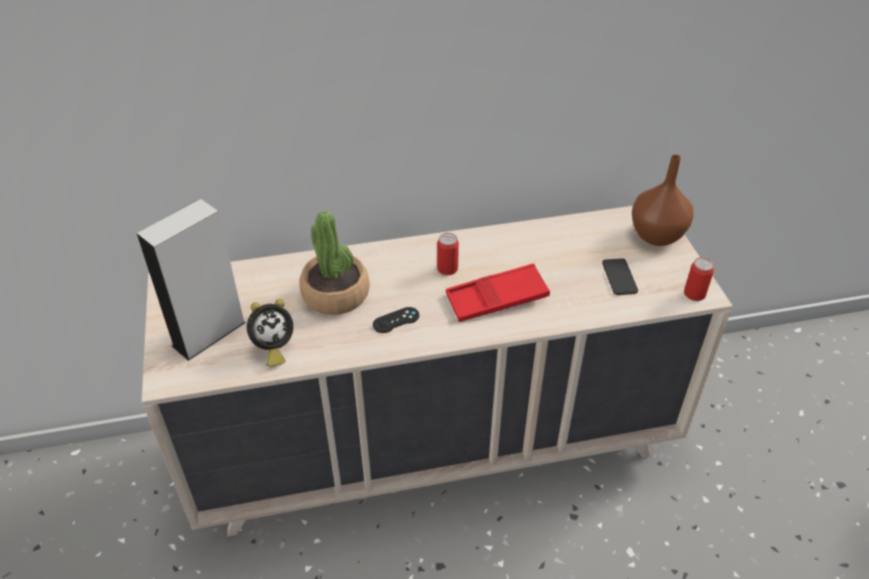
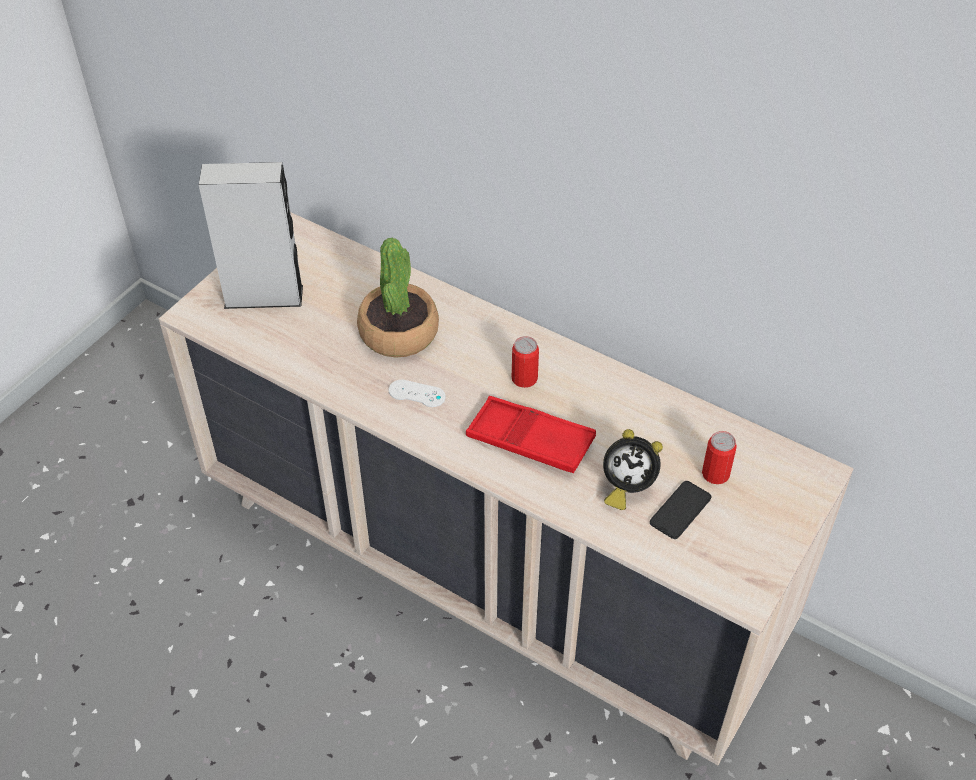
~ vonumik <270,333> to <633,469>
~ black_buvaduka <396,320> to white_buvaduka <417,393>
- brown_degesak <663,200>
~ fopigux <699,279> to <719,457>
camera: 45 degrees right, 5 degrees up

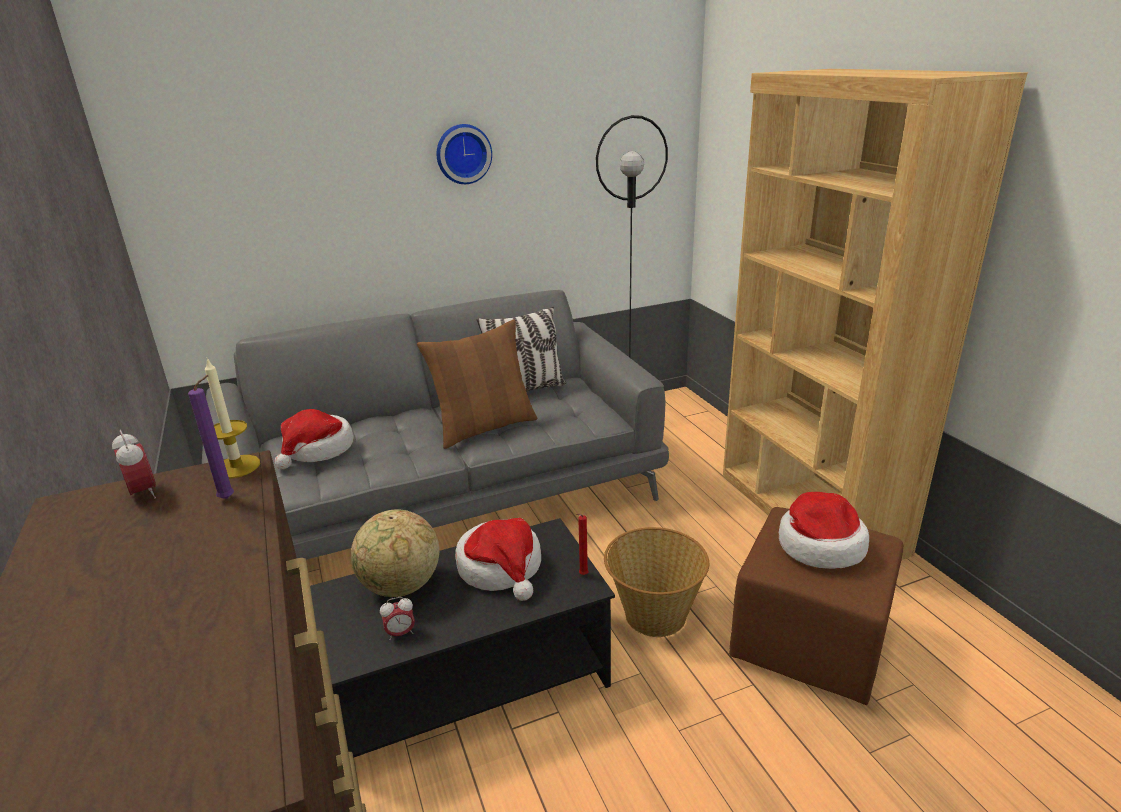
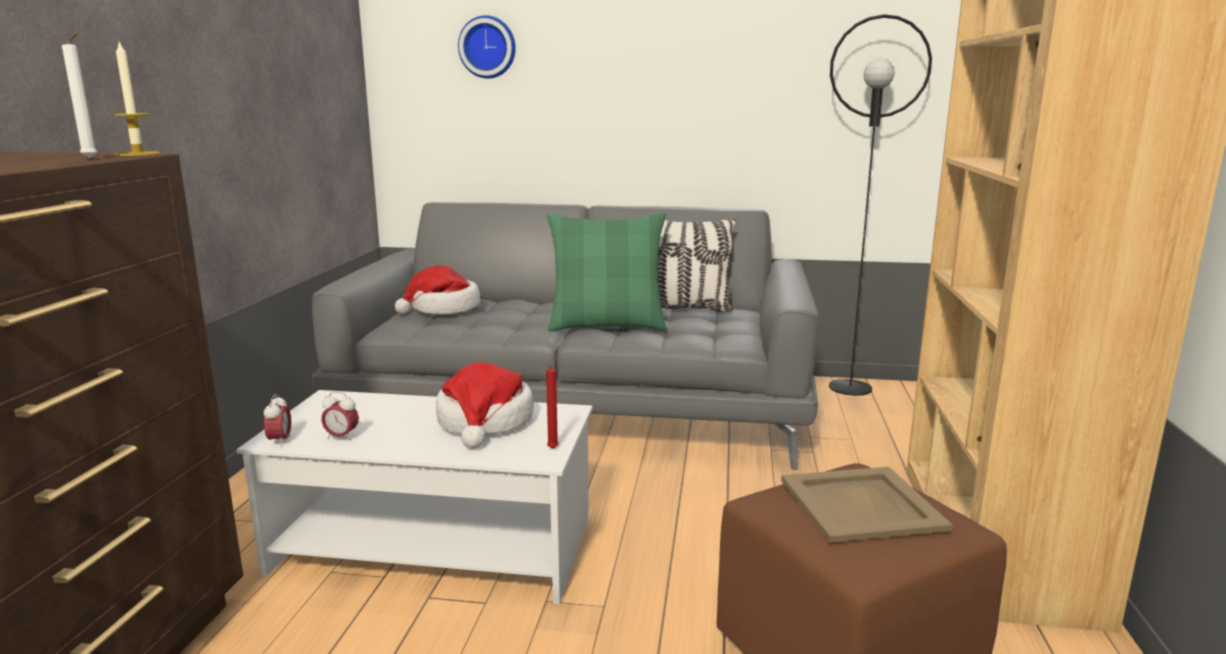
~ vonumik <134,464> to <277,420>
~ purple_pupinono <211,437> to white_pupinono <79,95>
~ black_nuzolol <462,638> to white_nuzolol <415,497>
- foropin <395,553>
~ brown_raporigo <477,384> to green_raporigo <607,272>
~ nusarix <464,154> to <487,47>
- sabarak <656,582>
~ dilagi <824,530> to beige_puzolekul <867,505>
camera: 30 degrees right, 10 degrees down

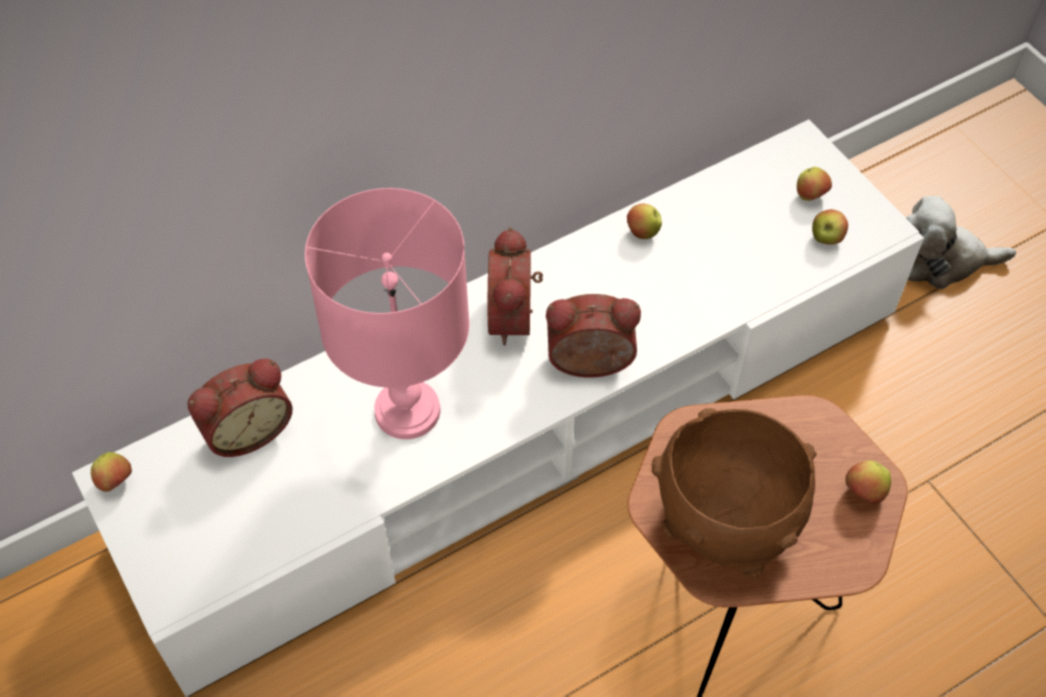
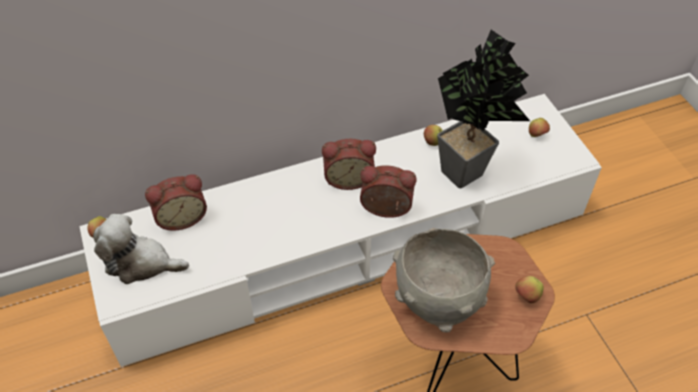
- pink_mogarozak <387,313>
~ vonumik <515,286> = <349,164> 105 degrees counterclockwise
~ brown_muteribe <734,493> to grey_muteribe <444,280>
- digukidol <830,227>
~ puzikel <961,242> to <141,249>
+ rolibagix <483,109>
camera: 10 degrees right, 5 degrees down

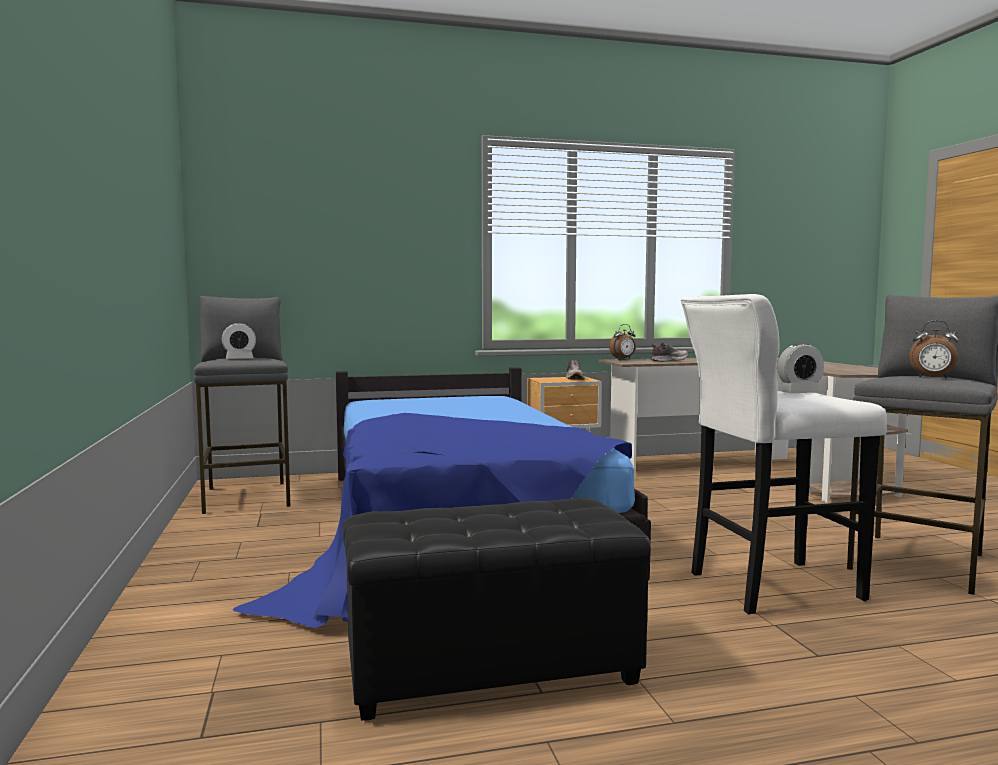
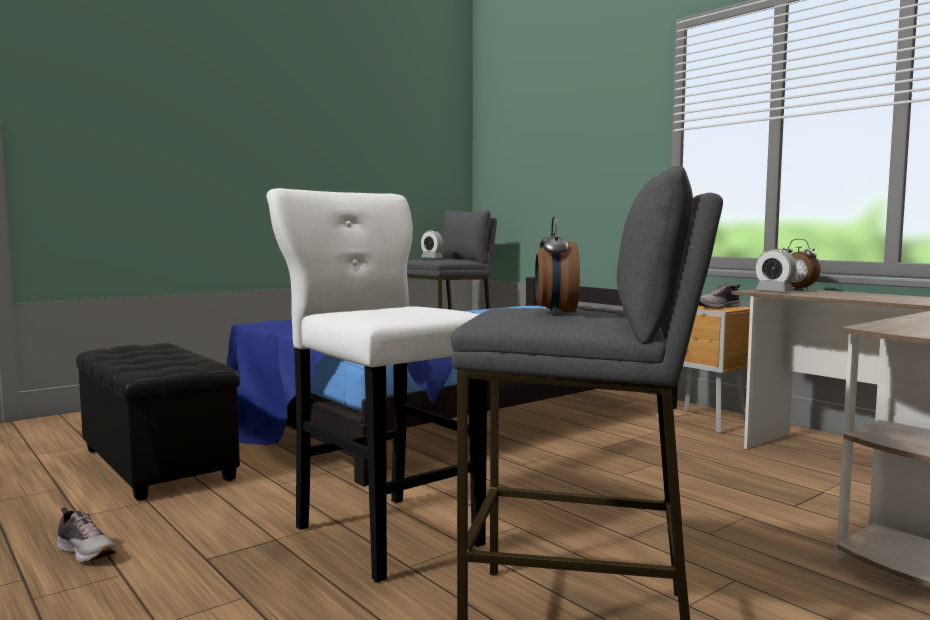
~ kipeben <669,352> to <87,535>
~ vonumik <800,368> to <775,270>
camera: 65 degrees right, 0 degrees up

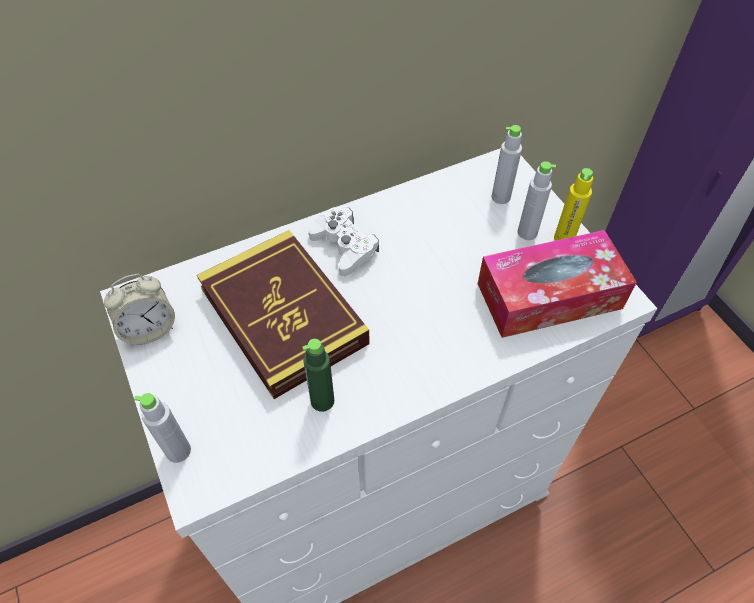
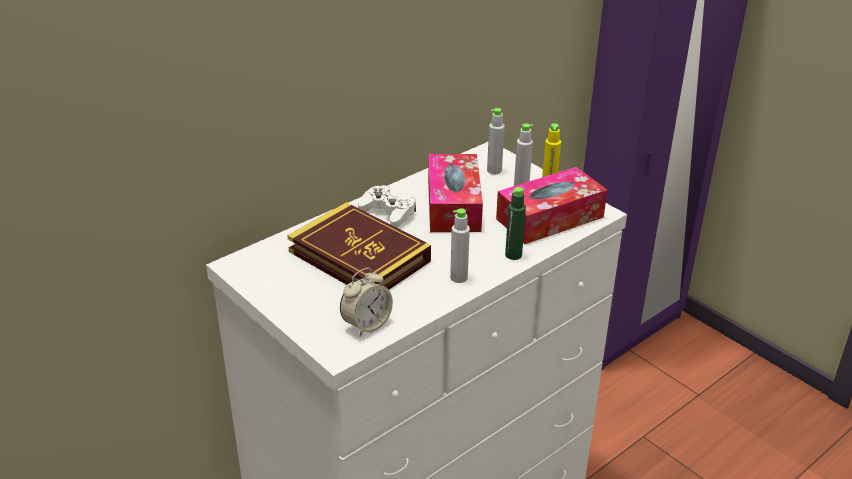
~ vonumik <139,310> to <366,302>
~ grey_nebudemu <162,428> to <460,245>
~ green_nebudemu <318,375> to <515,223>
+ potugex <455,193>
camera: 15 degrees left, 20 degrees down

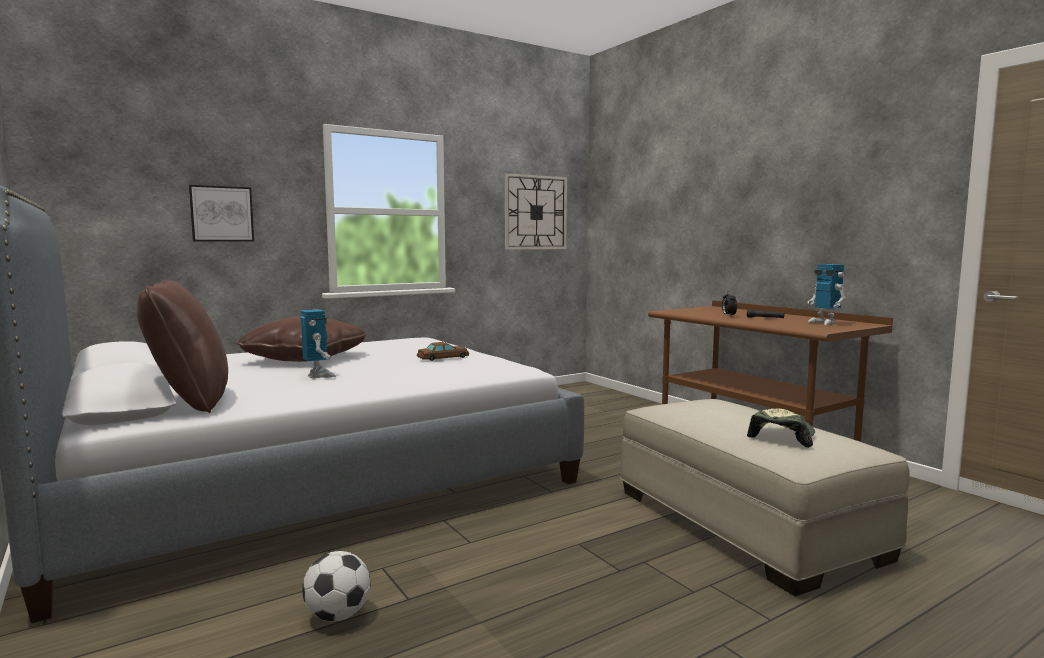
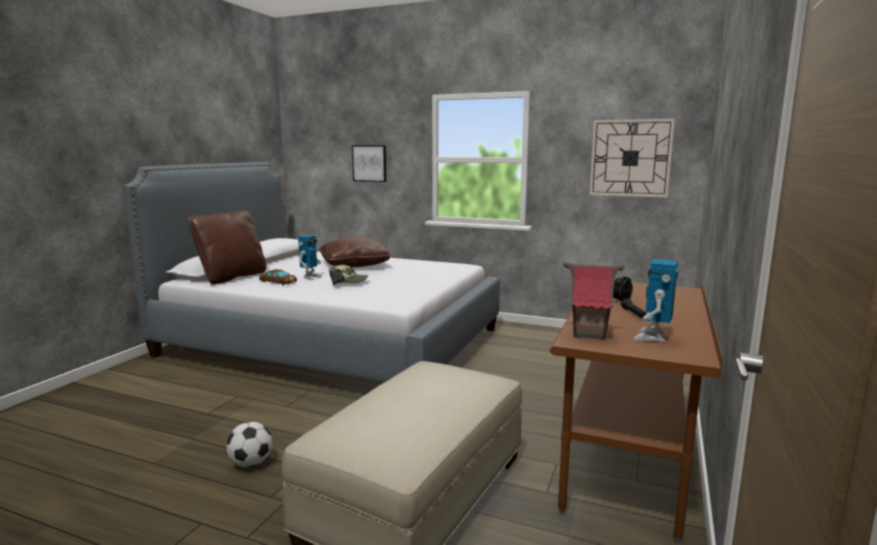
~ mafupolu <336,586> to <249,444>
~ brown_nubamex <443,351> to <278,277>
~ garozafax <781,428> to <349,275>
+ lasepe <594,301>
camera: 55 degrees right, 5 degrees up

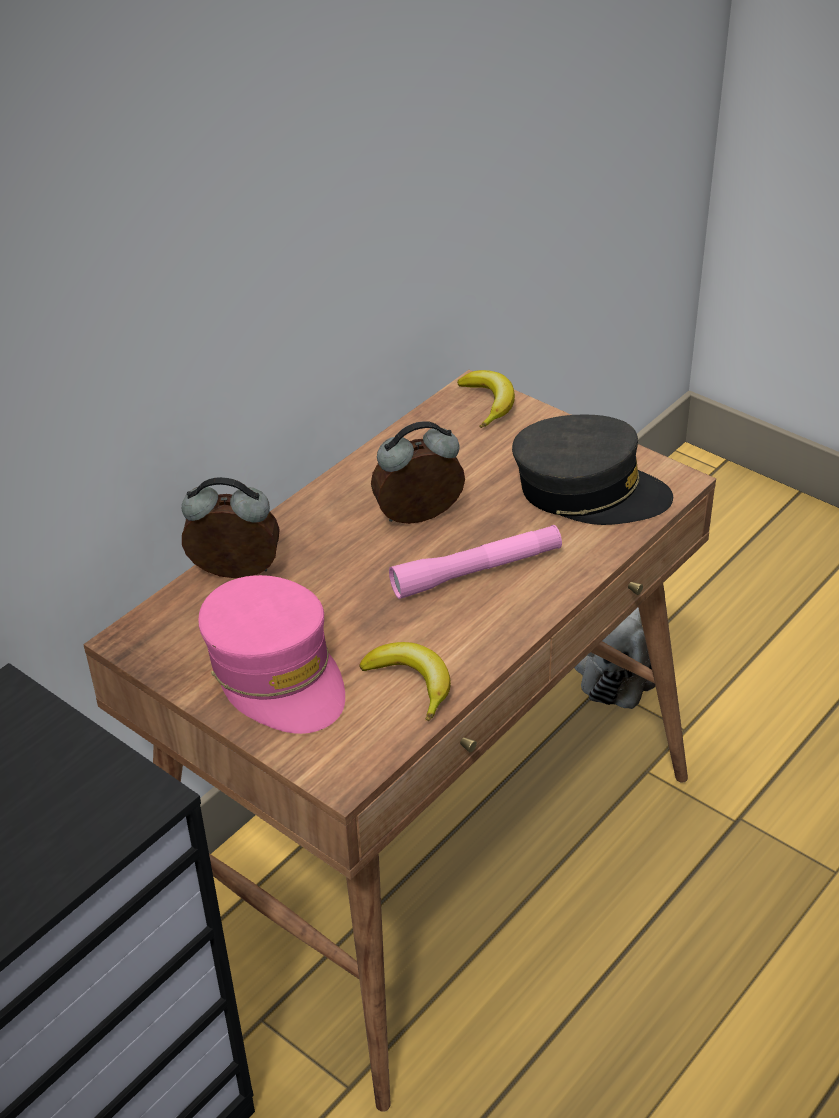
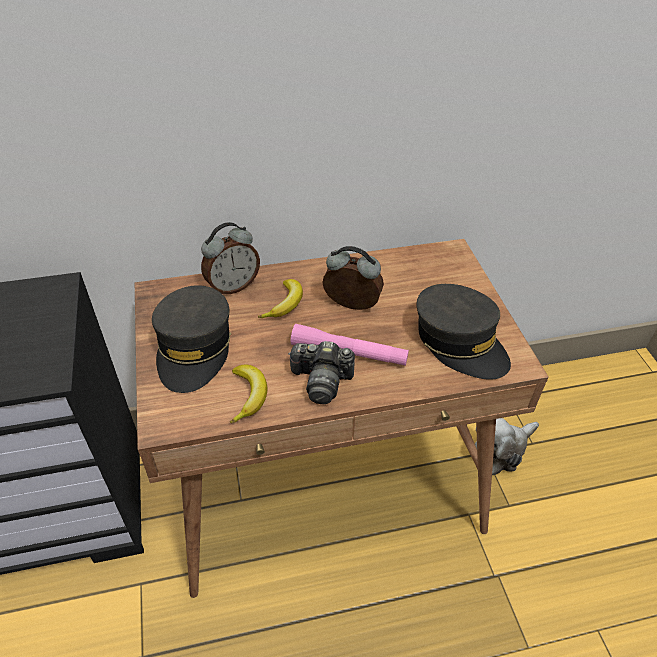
~ vonumik <231,527> = <230,258> 105 degrees clockwise
~ pink_garozafax <271,654> to grey_garozafax <191,339>
~ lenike <486,399> to <280,298>
+ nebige <321,372>
camera: 35 degrees right, 5 degrees up

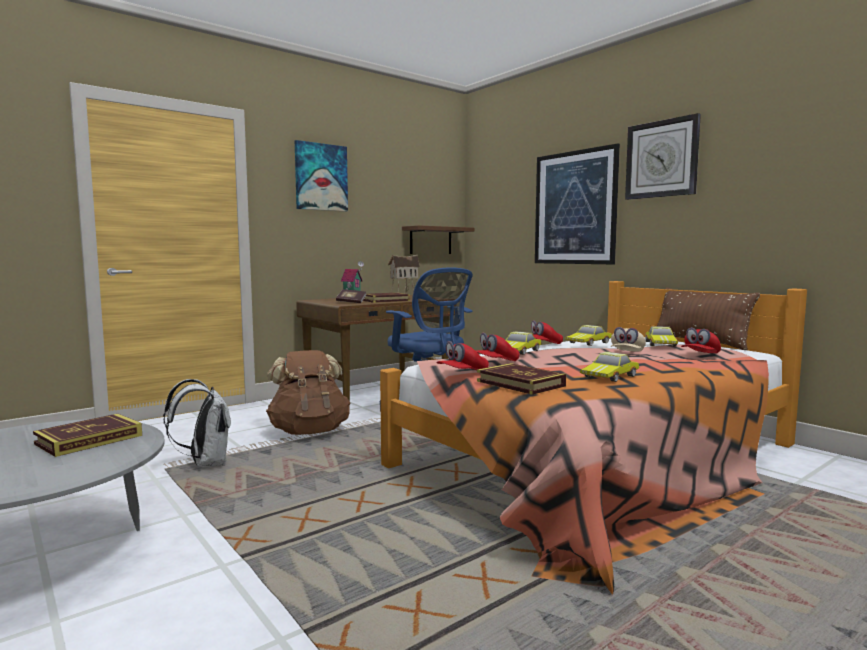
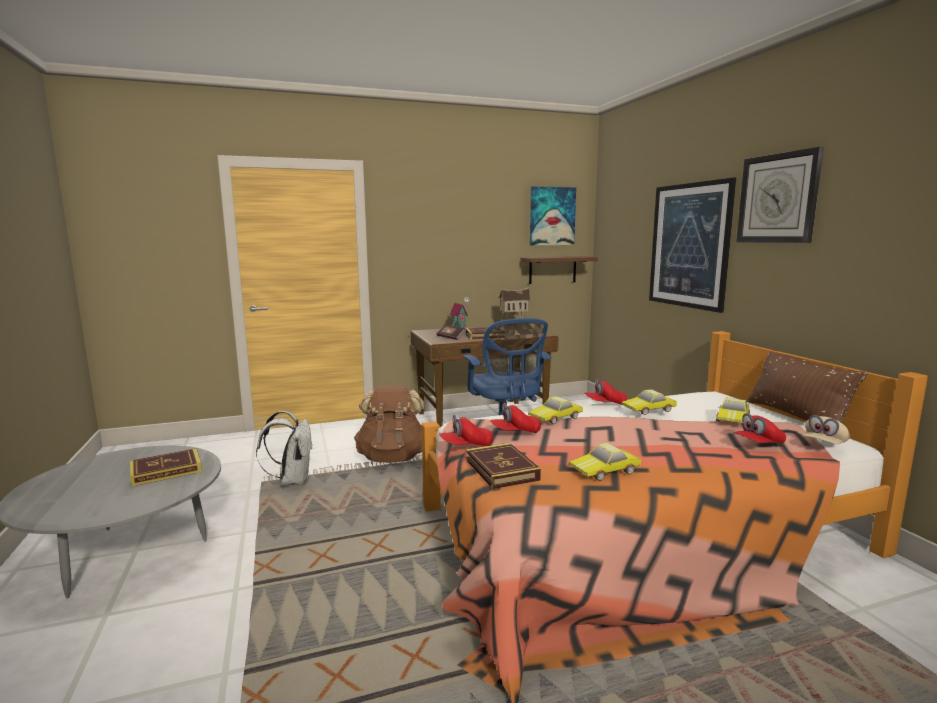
~ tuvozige <321,176> to <553,216>
~ beige_garozafax <628,339> to <826,429>
camera: 20 degrees right, 5 degrees up

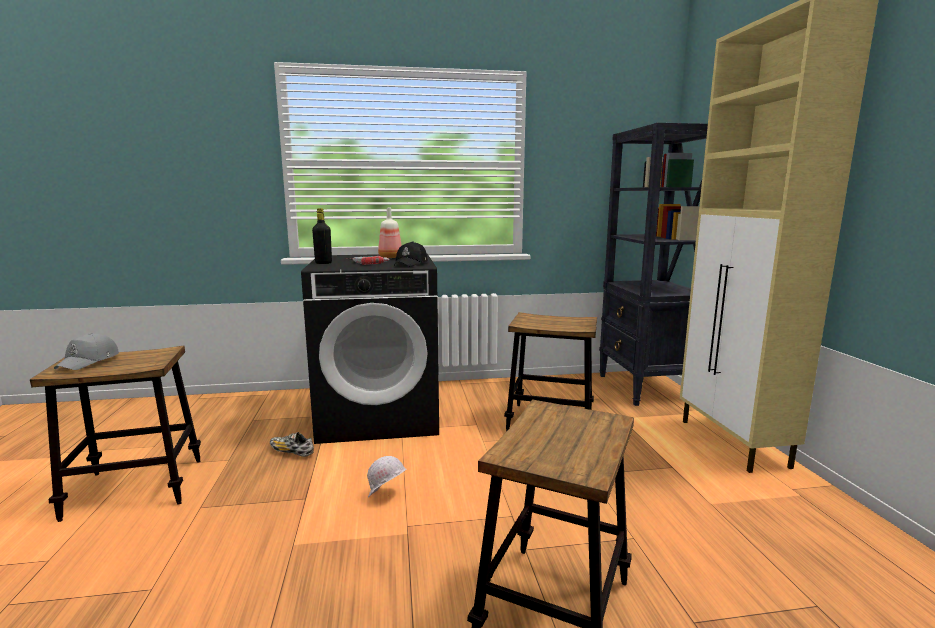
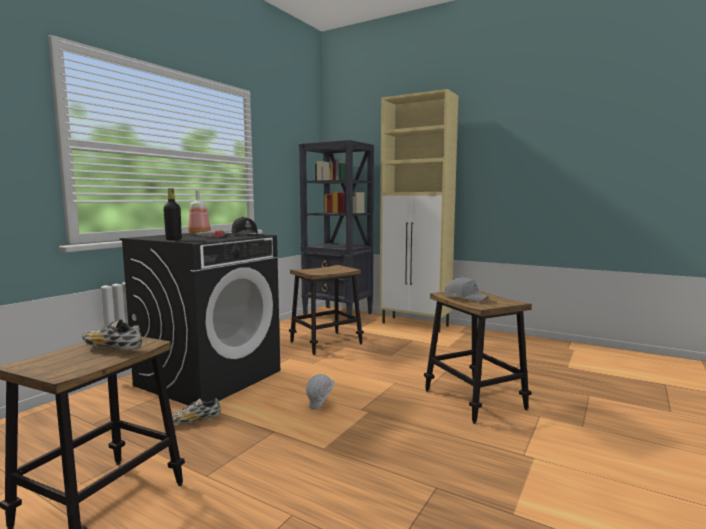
~ grey_garozafax <86,351> to <466,289>
+ kipeben <112,334>
camera: 50 degrees left, 5 degrees down

